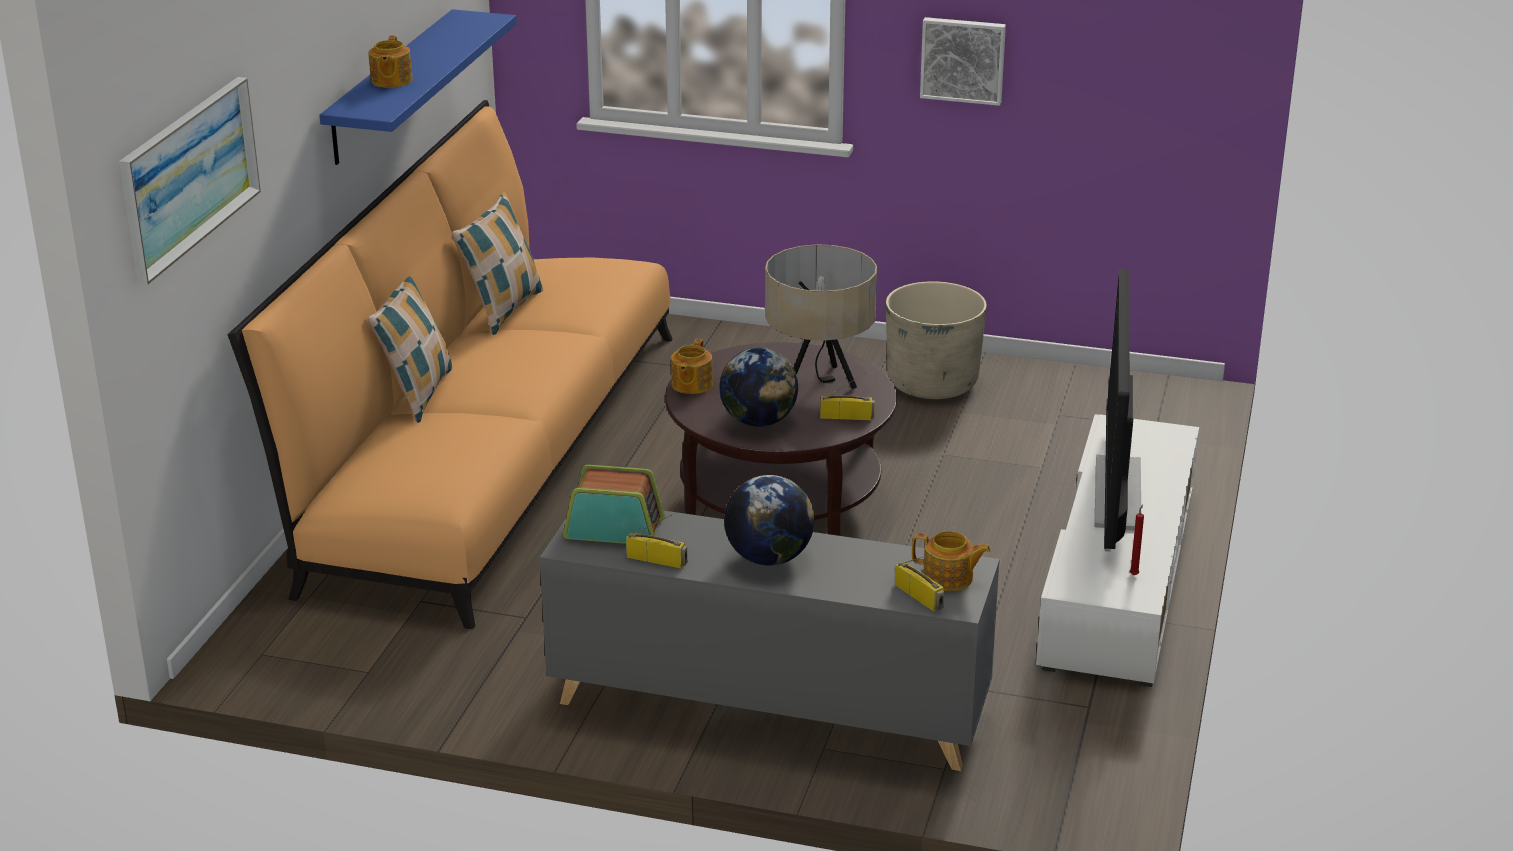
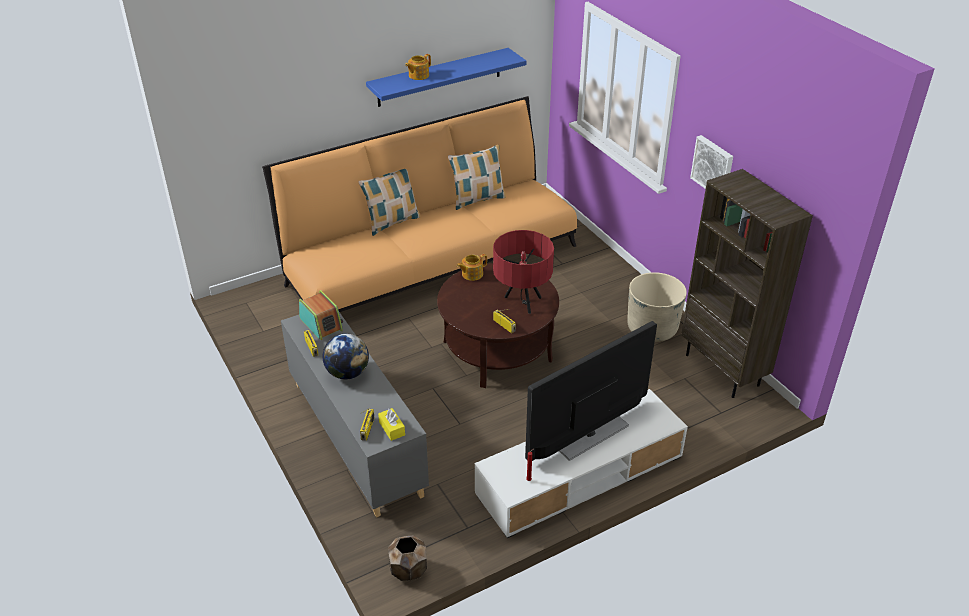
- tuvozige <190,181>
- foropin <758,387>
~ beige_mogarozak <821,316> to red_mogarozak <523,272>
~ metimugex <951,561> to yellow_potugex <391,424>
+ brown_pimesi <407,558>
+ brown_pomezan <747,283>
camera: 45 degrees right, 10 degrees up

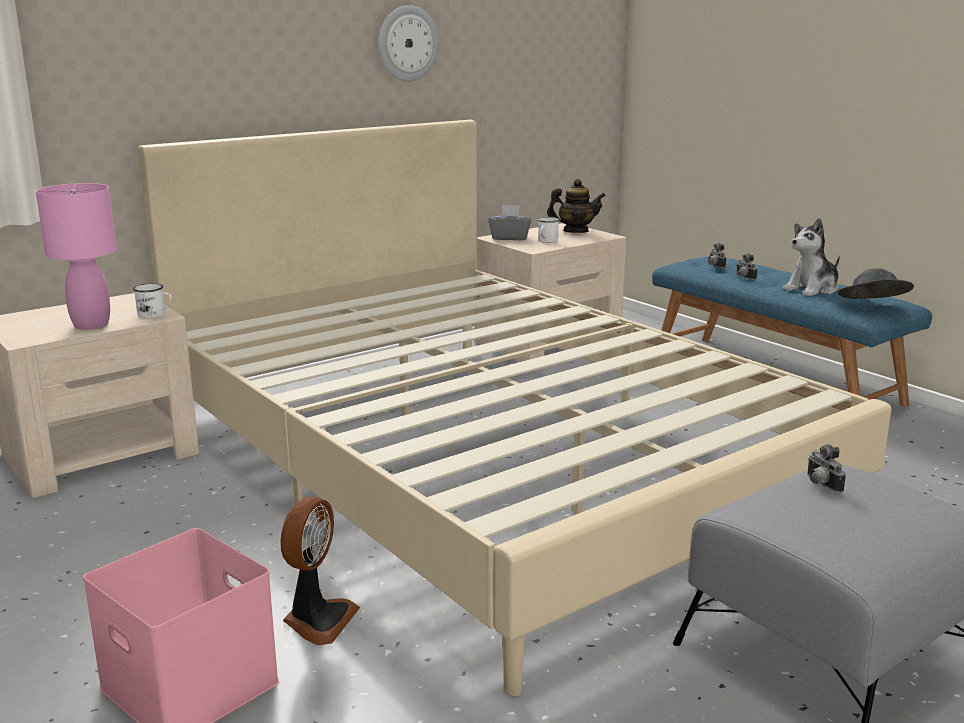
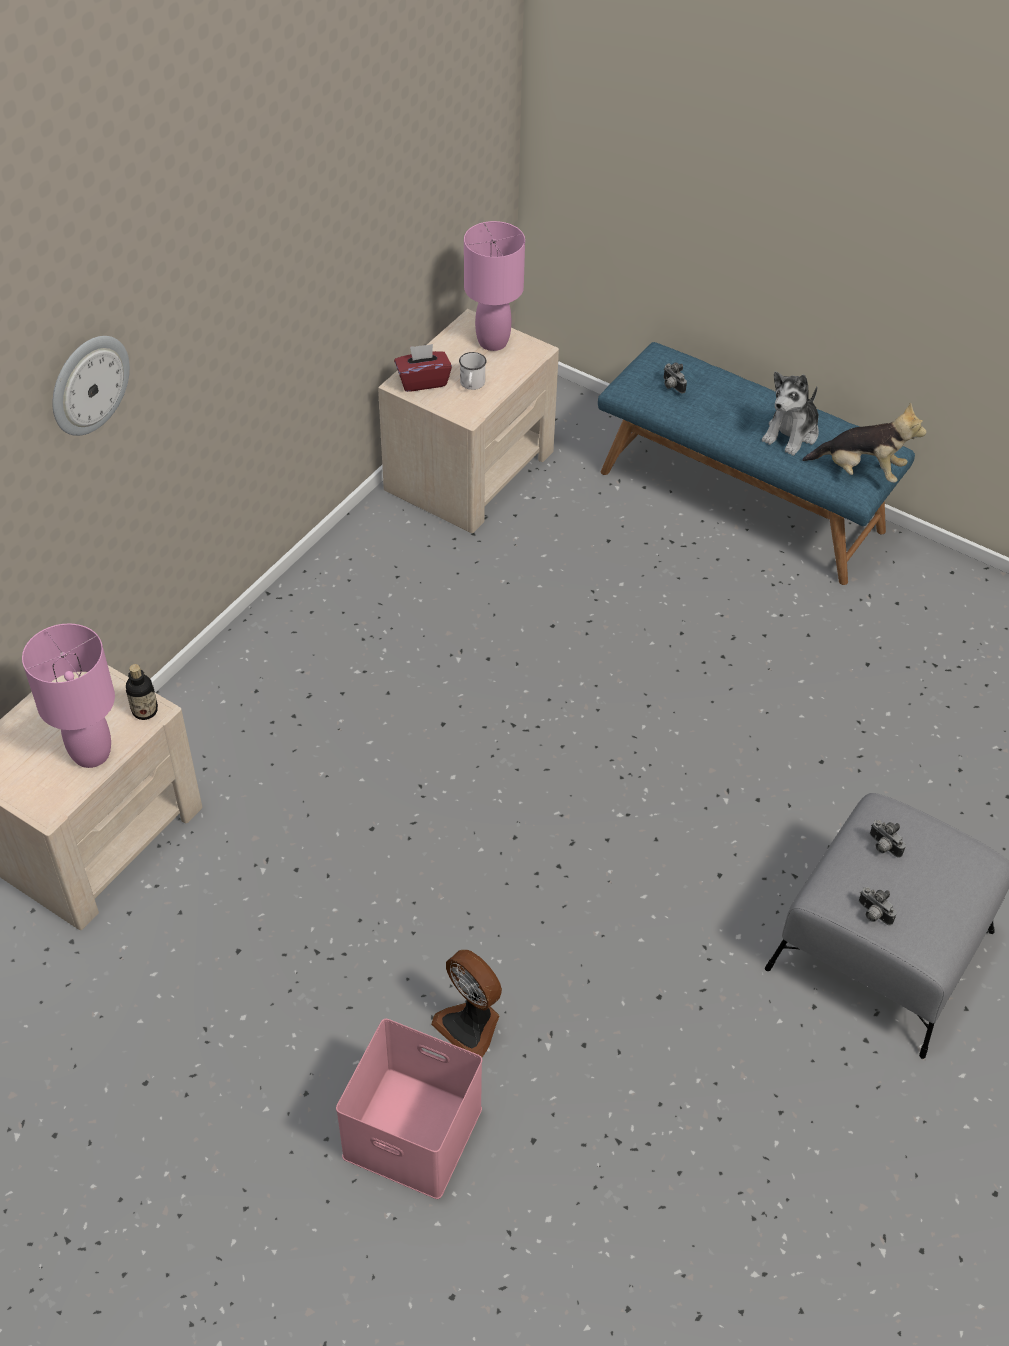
~ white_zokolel <153,301> to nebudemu <142,692>
- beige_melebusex <515,408>
~ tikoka <320,570> = <466,1003> 135 degrees clockwise
~ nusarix <408,43> to <91,386>
~ grey_potugex <509,222> to red_potugex <423,368>
~ metimugex <576,206> to pink_mogarozak <494,286>
~ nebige <746,266> to <878,906>
~ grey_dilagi <876,283> to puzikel <864,442>
camera: 20 degrees left, 30 degrees up

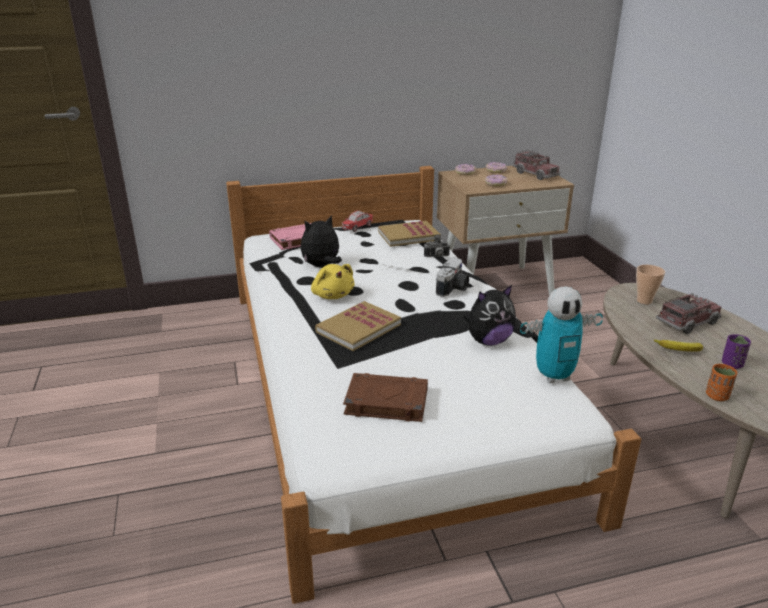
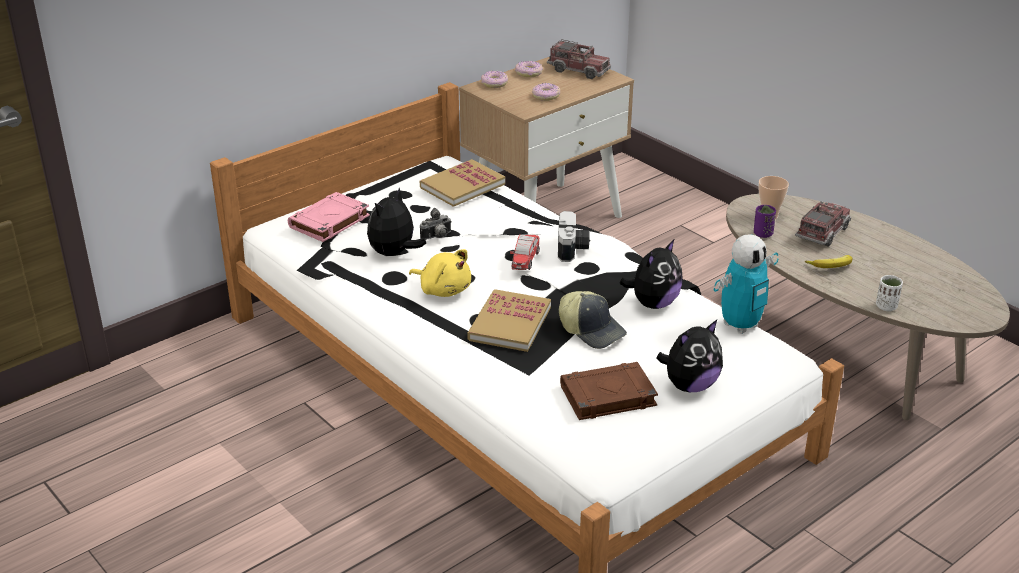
~ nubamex <357,221> to <525,252>
~ nebige <437,245> to <435,224>
~ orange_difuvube <721,382> to white_difuvube <889,293>
~ purple_difuvube <736,351> to <765,221>
+ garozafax <593,320>
+ puzikel <689,356>
camera: 25 degrees left, 5 degrees up

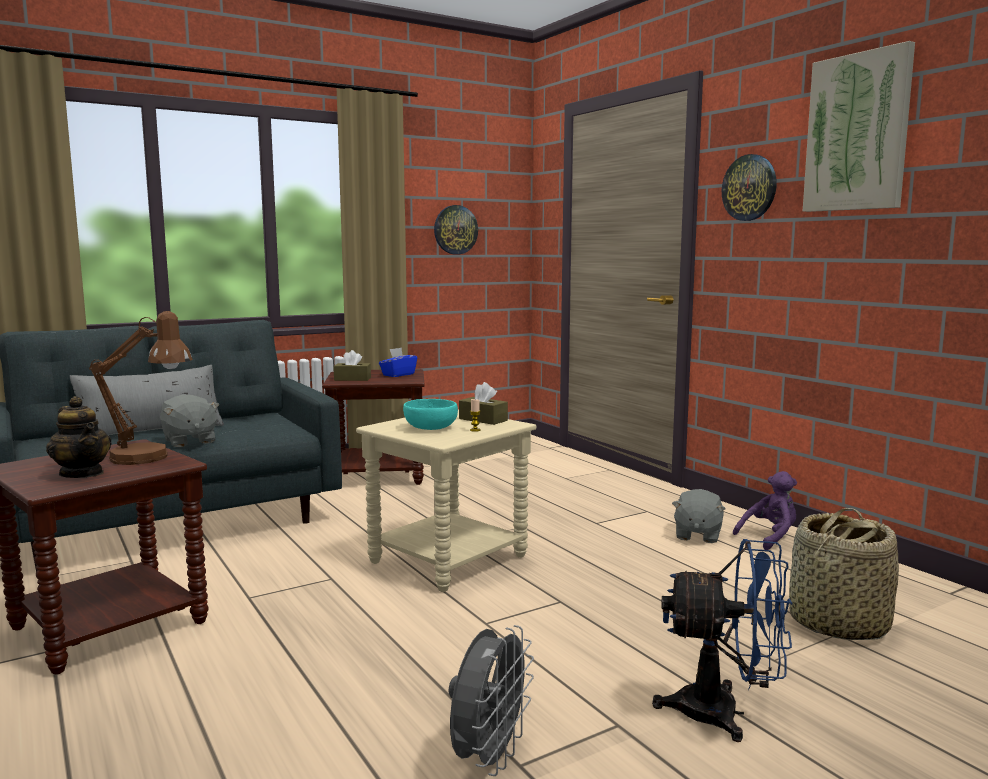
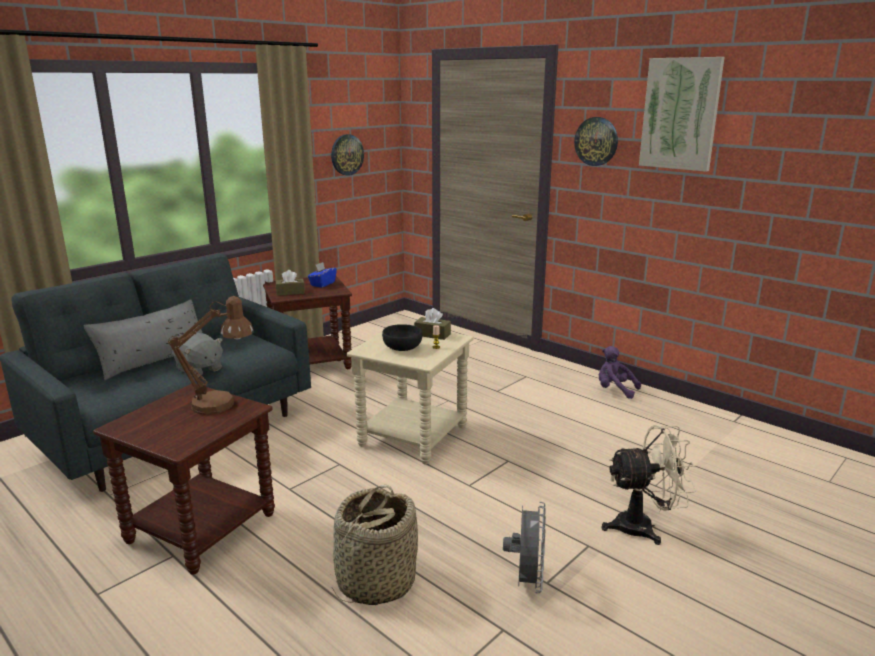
- metimugex <79,437>
~ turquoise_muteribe <430,414> to black_muteribe <402,337>
~ blue_tikoka <722,640> to beige_tikoka <648,485>
- grey_puzikel <698,516>
~ purple_puzikel <765,510> = <620,372> 105 degrees counterclockwise
~ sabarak <844,574> to <375,545>
camera: 15 degrees left, 10 degrees up

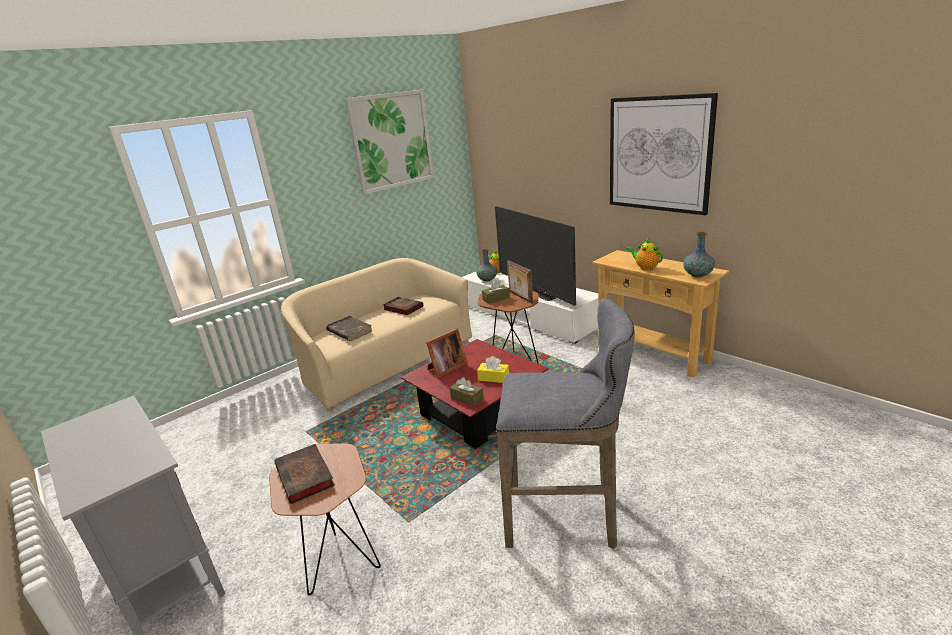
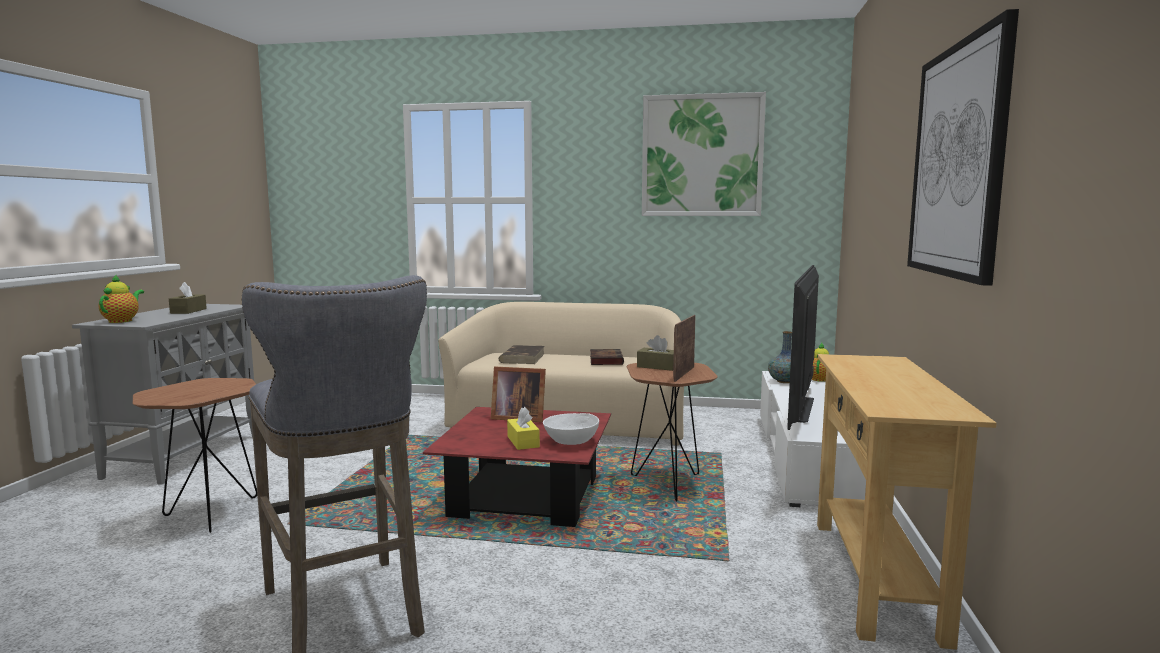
- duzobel <304,474>
~ brown_potugex <467,392> to <188,298>
~ metimugex <644,254> to <121,298>
- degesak <699,254>
+ white_muteribe <571,429>
camera: 50 degrees right, 15 degrees down

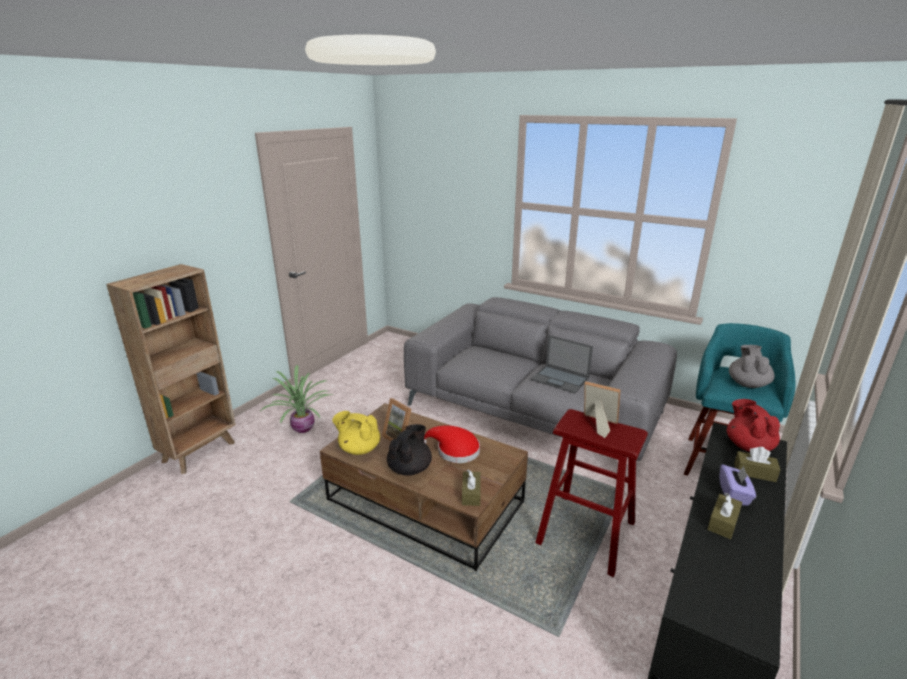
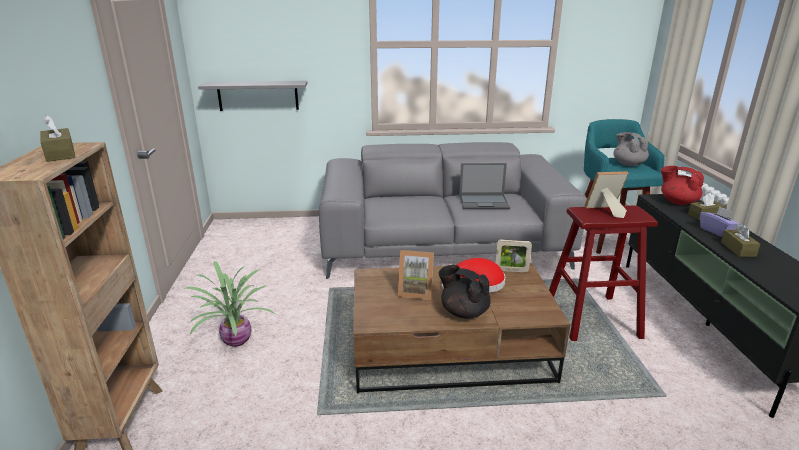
- yellow_metimugex <356,433>
~ black_metimugex <409,450> = <465,292> 45 degrees counterclockwise
~ brown_potugex <471,487> to <57,138>
+ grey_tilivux <253,96>
+ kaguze <513,256>
camera: 35 degrees left, 0 degrees up

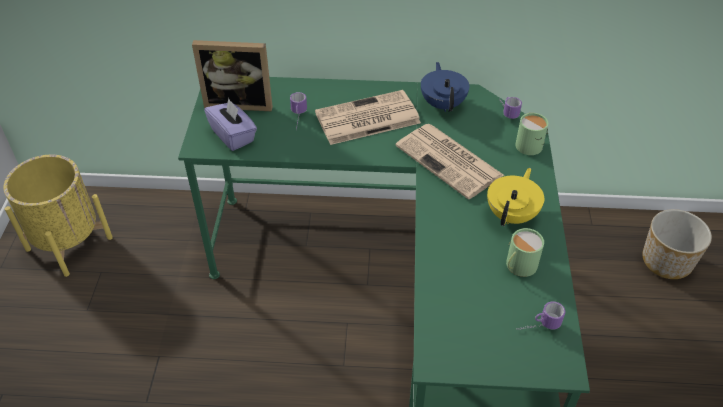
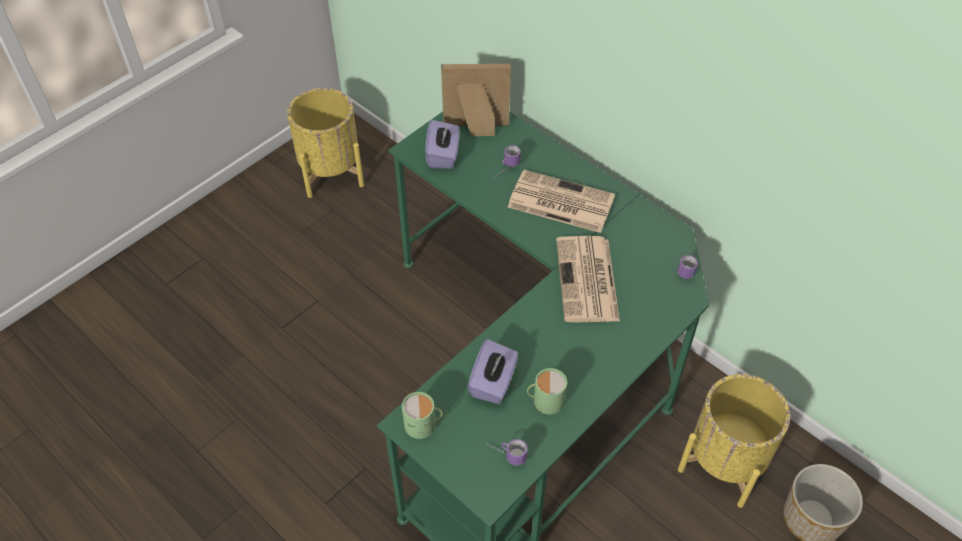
~ kaguze <232,75> = <476,100> 135 degrees clockwise
- blue_metimugex <445,87>
- yellow_metimugex <515,197>
~ green_zokolel <531,134> to <422,415>
+ purple_potugex <493,371>
+ yellow_pimesi <734,441>
camera: 40 degrees right, 5 degrees up

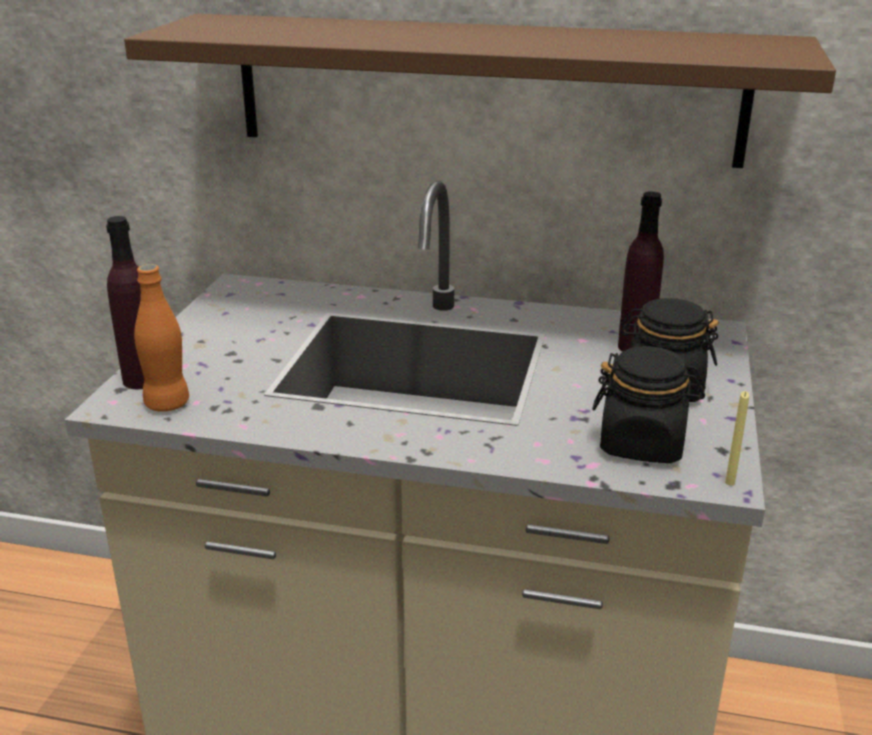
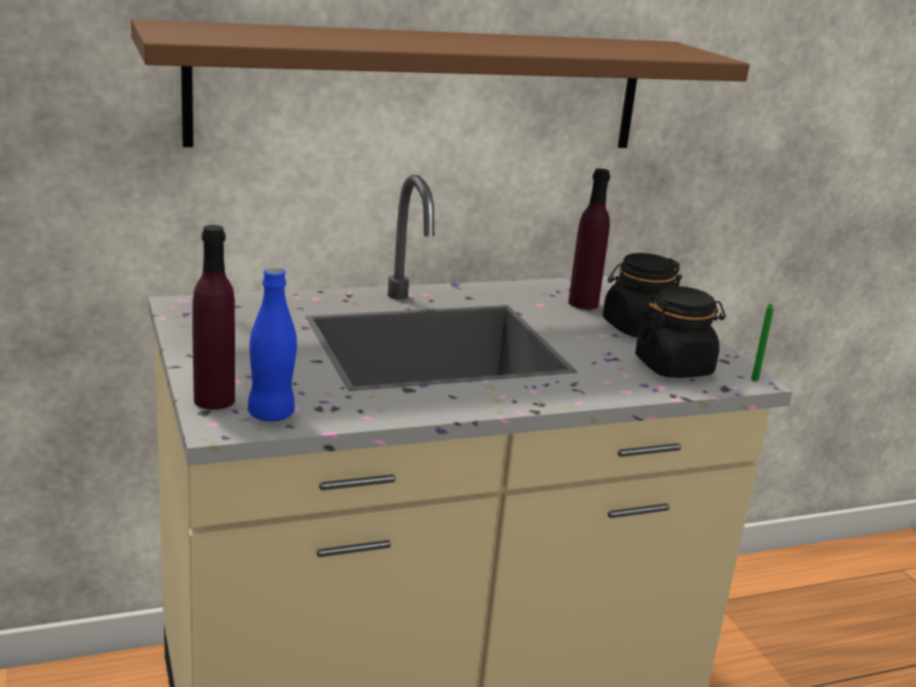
~ orange_nebudemu <161,338> to blue_nebudemu <272,344>
~ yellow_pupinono <737,438> to green_pupinono <762,342>
camera: 35 degrees left, 5 degrees down

